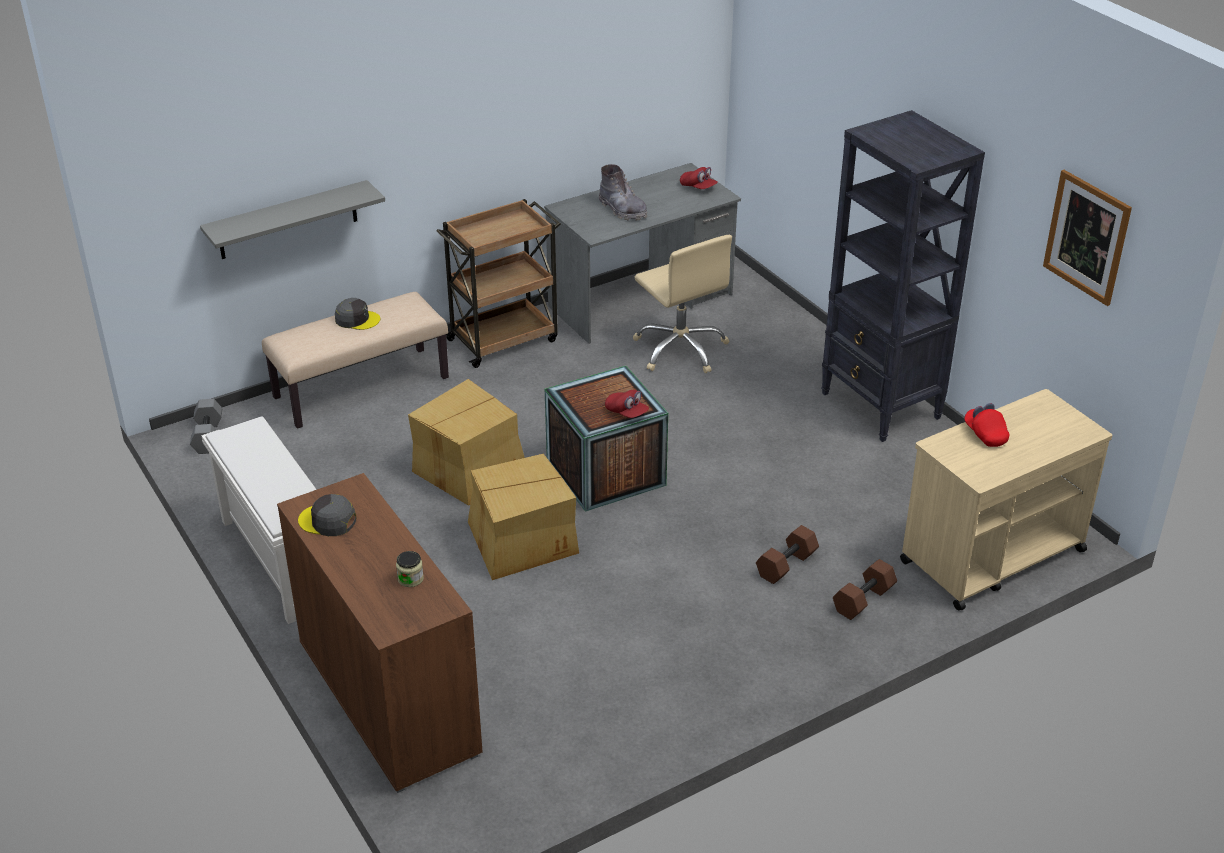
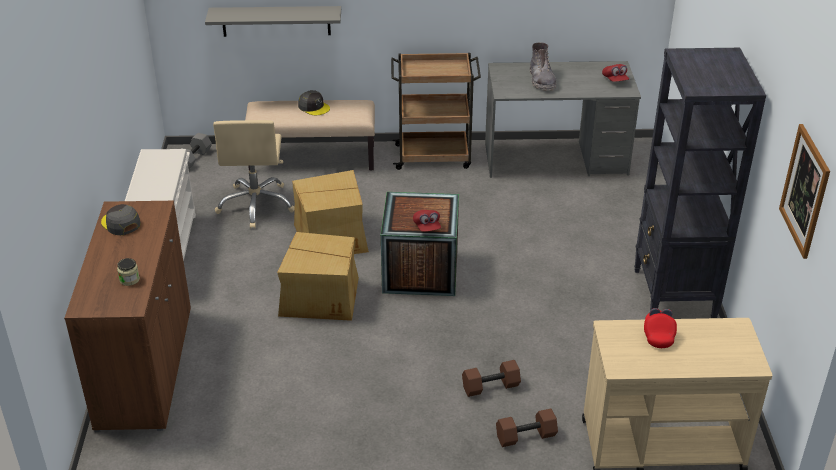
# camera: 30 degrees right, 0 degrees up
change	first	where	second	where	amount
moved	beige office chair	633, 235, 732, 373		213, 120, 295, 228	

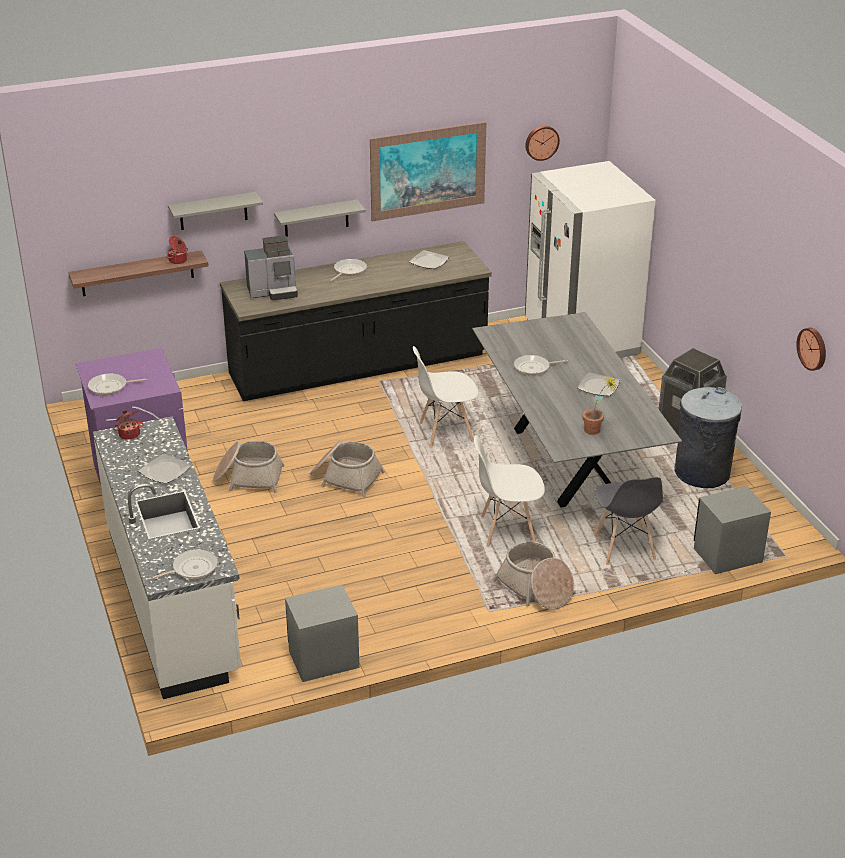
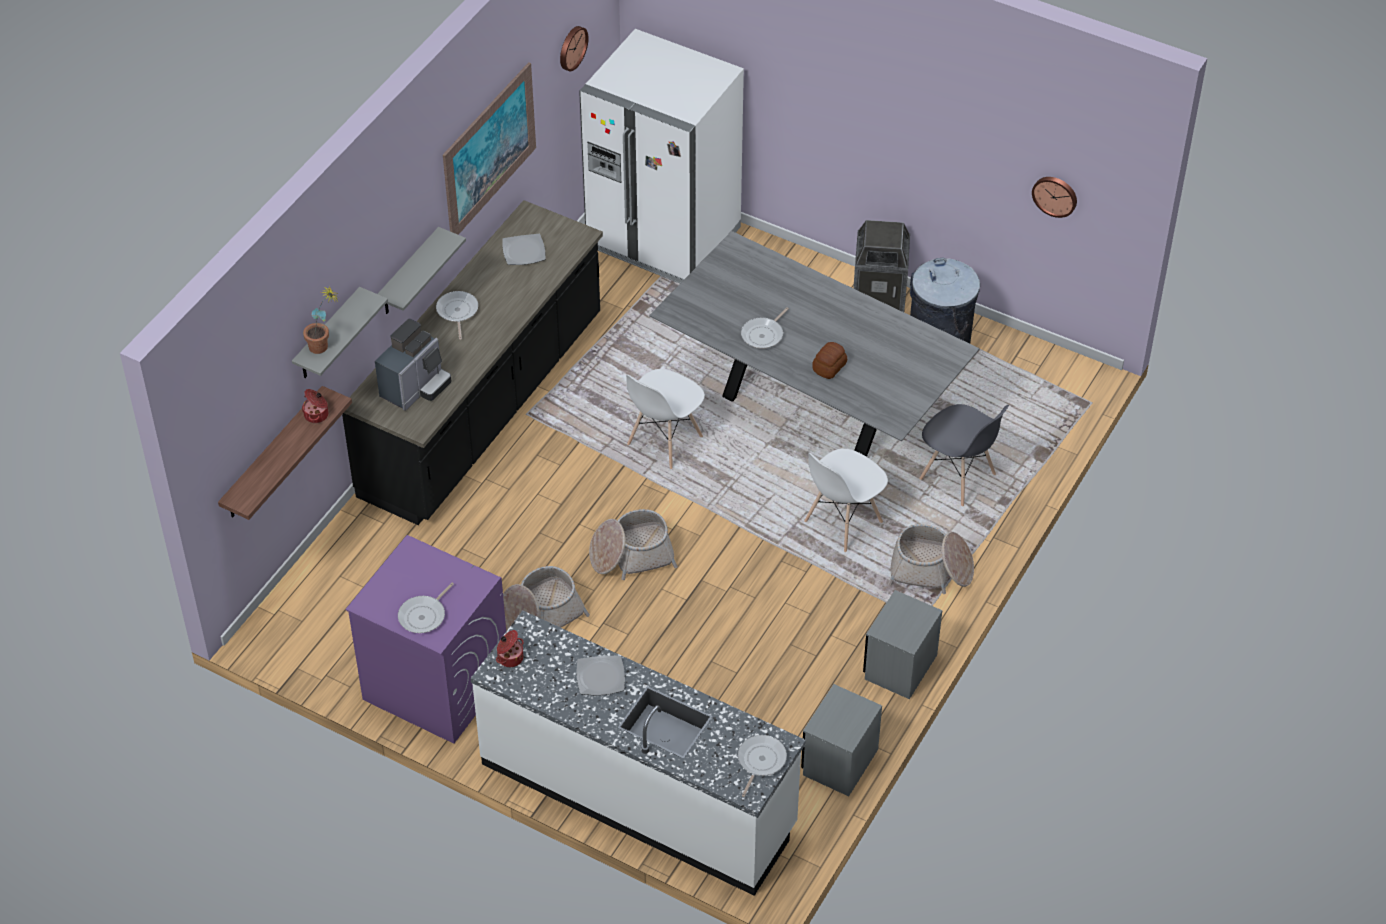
# camera: 40 degrees left, 15 degrees up
change	first	where	second	where	amount
removed	plate	578, 372, 620, 396			
added			bread	812, 342, 847, 379	
moved	potted plant	582, 376, 618, 435		303, 286, 339, 354	
moved	grey nightstand	694, 486, 771, 574		863, 590, 942, 699	

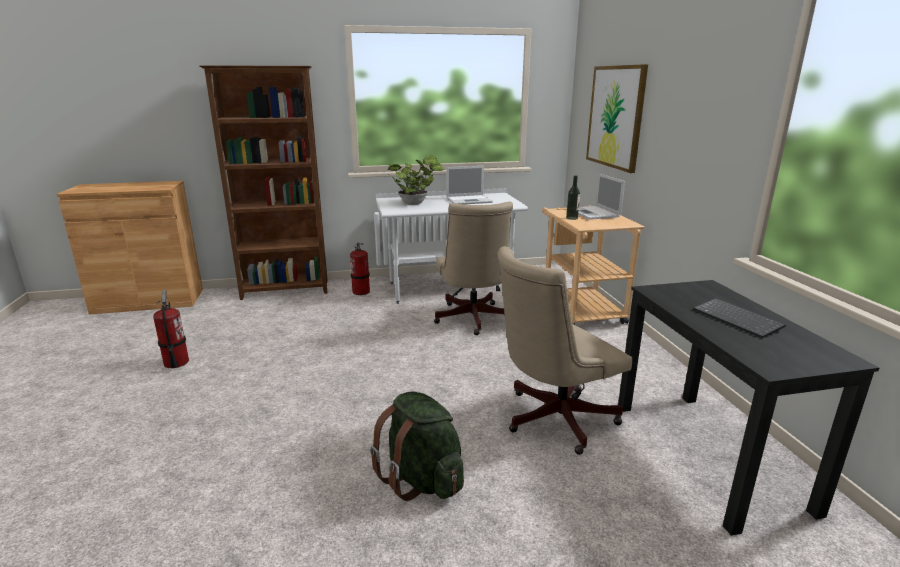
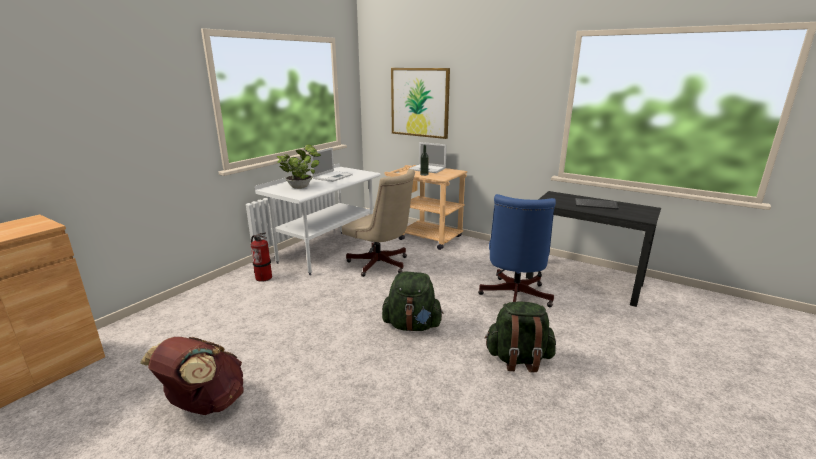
# camera: 45 degrees left, 0 degrees up
change	first	where	second	where	amount
removed	brown bookcase	199, 65, 328, 300			
added			green backpack	382, 272, 444, 331	
replaced	fire extinguisher	153, 289, 189, 368	brown backpack	140, 337, 243, 415	
recoloured	beige office chair	497, 246, 632, 455	blue office chair	478, 194, 556, 307	

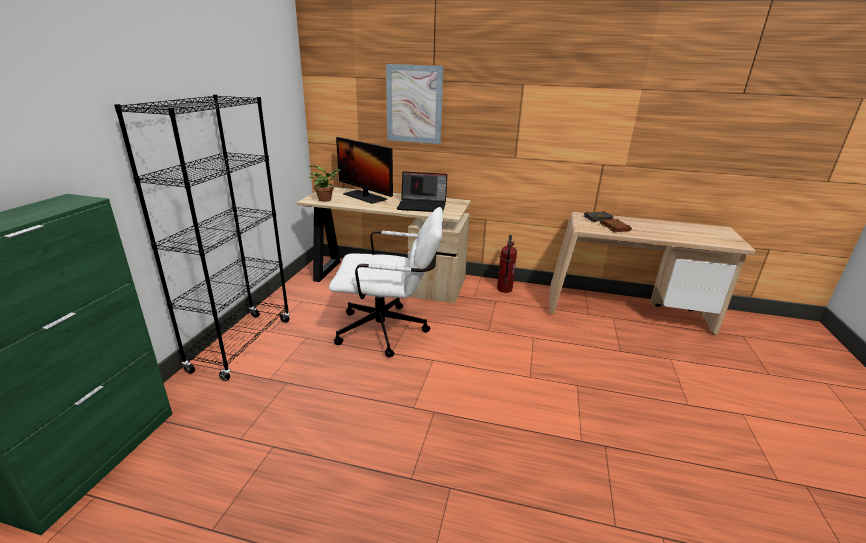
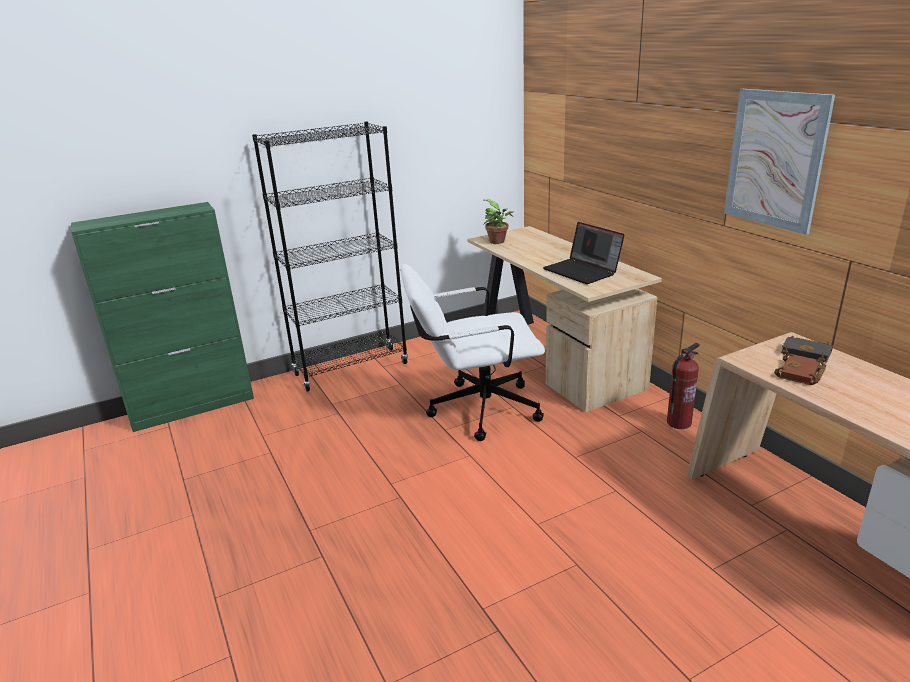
# camera: 50 degrees right, 0 degrees up
change	first	where	second	where	amount
removed	monitor	336, 137, 393, 204			
moved	picture	386, 64, 443, 144		724, 89, 835, 235	
turned	white office chair	329, 207, 443, 357		401, 264, 545, 441	120 degrees clockwise

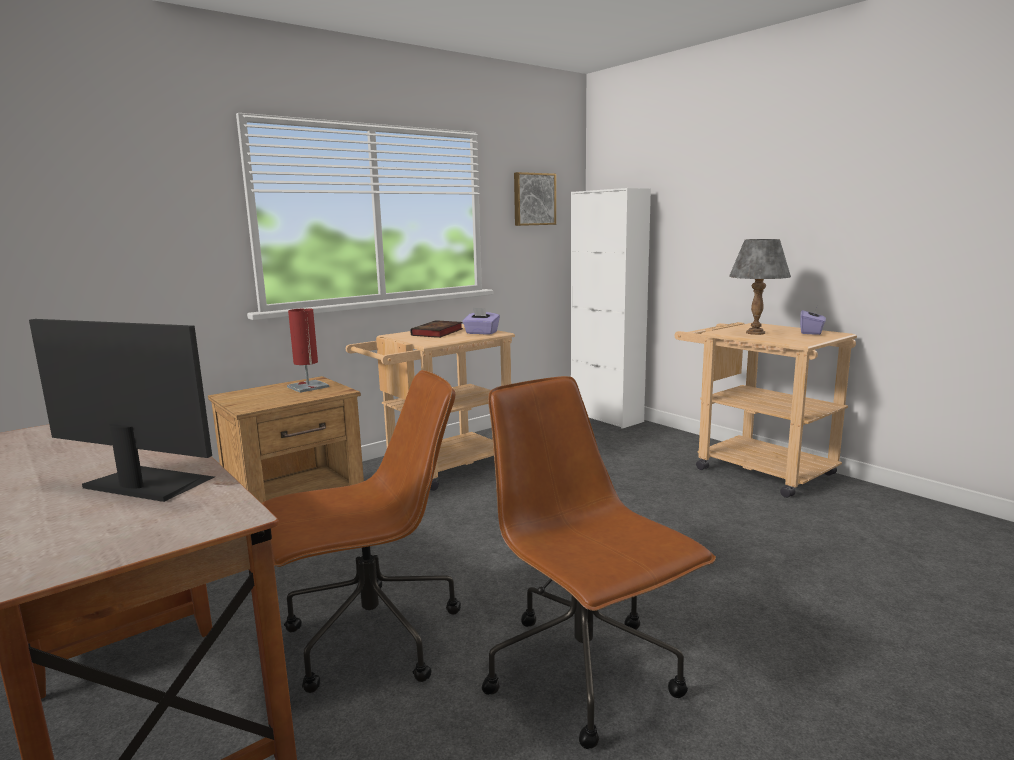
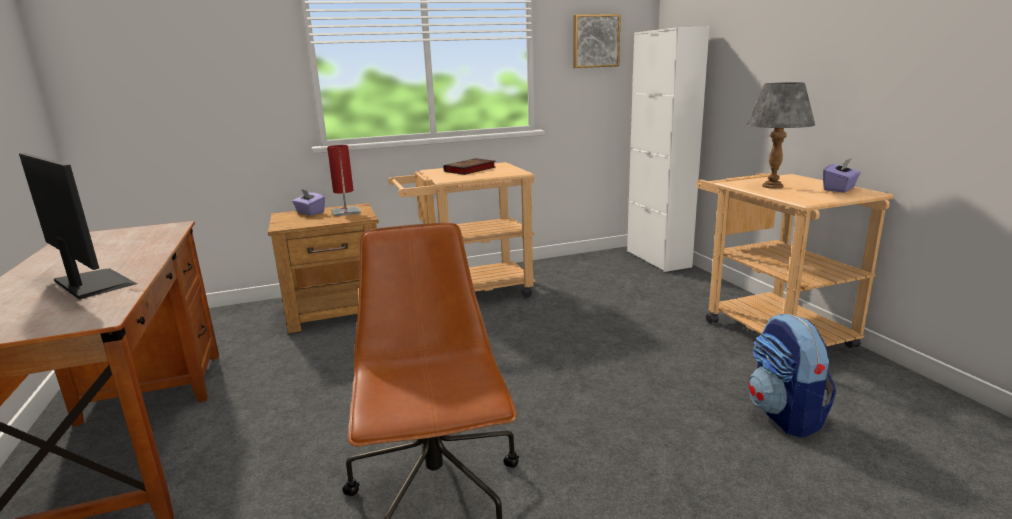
# camera: 20 degrees right, 5 degrees up
change	first	where	second	where	amount
removed	brown office chair	262, 370, 461, 693			
added			backpack	748, 314, 837, 438	
moved	purple tissue box	462, 308, 500, 335		292, 189, 325, 215	

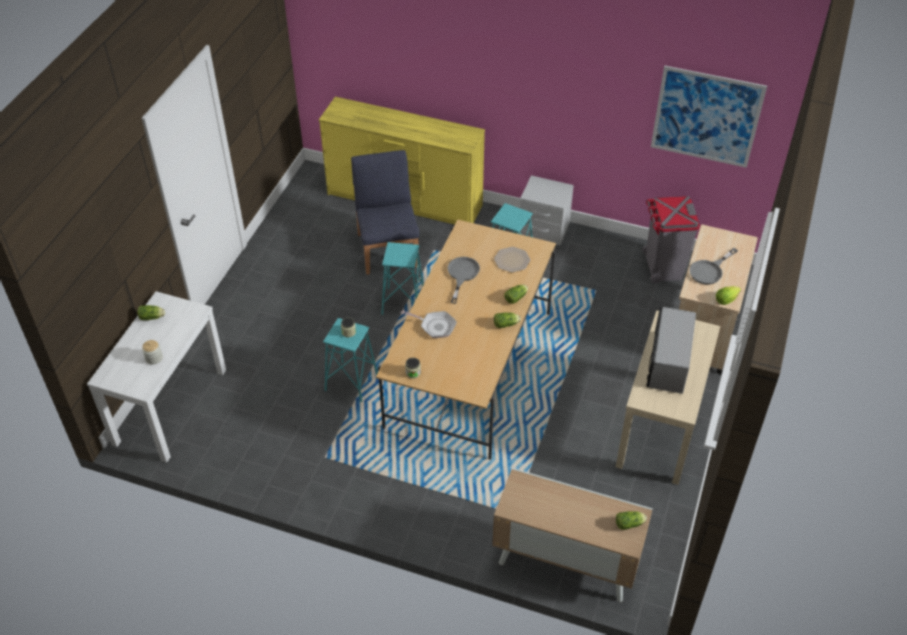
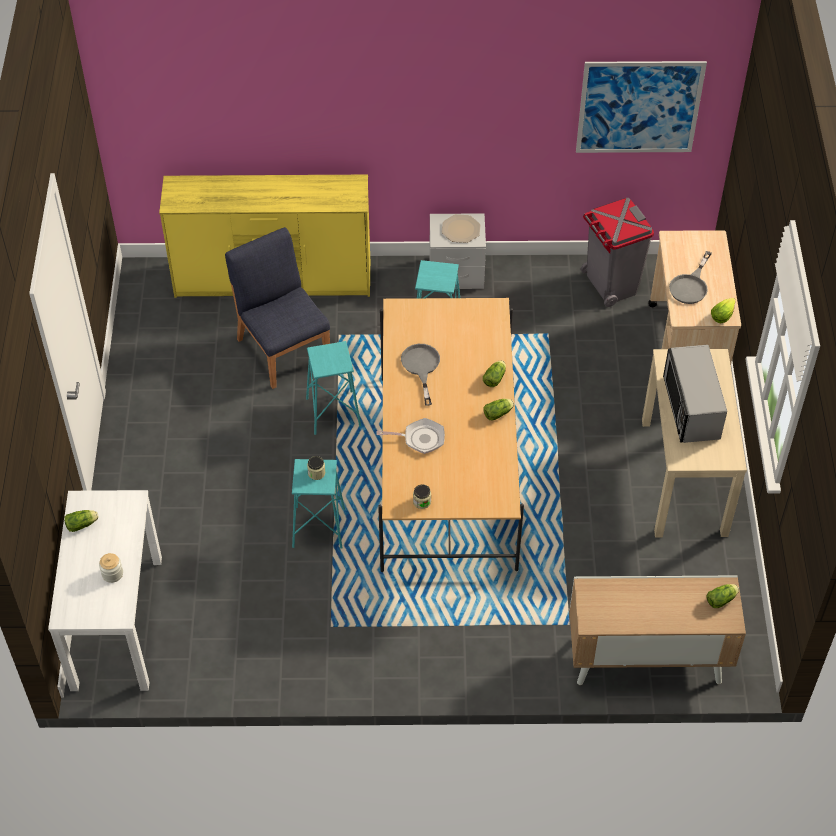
# camera: 20 degrees left, 5 degrees up
change	first	where	second	where	amount
moved	plate	494, 247, 531, 272		442, 214, 481, 243	

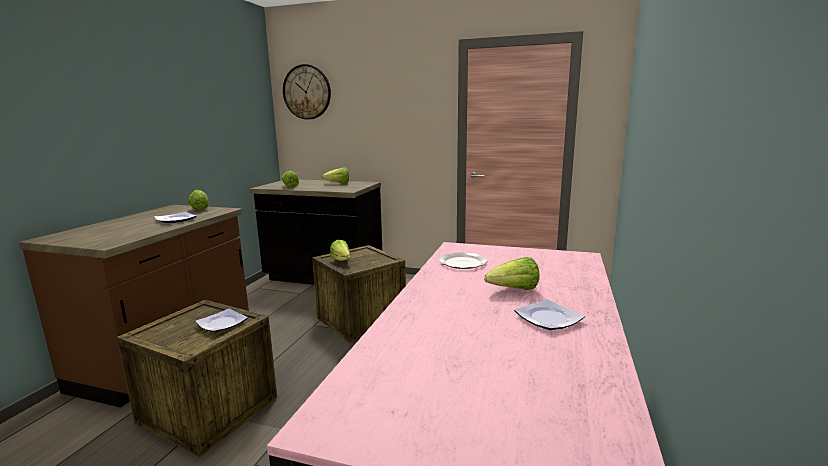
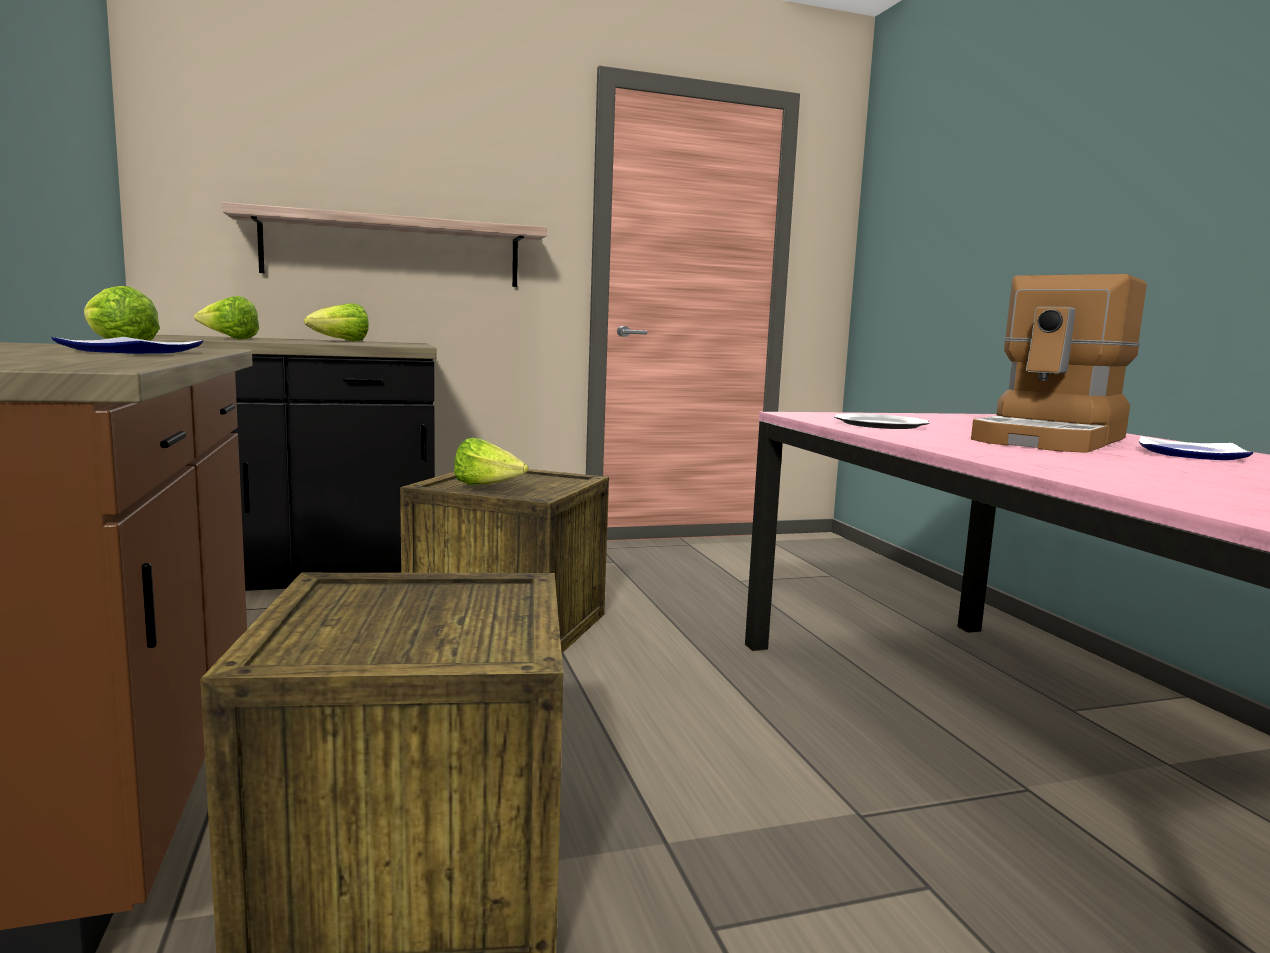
# camera: 35 degrees left, 5 degrees down
change	first	where	second	where	amount
removed	plate	195, 309, 248, 332			
removed	wall clock	283, 64, 331, 120			
added			shelf	222, 202, 547, 287	
replaced	lettuce	484, 257, 540, 290	coffee machine	971, 274, 1147, 453	

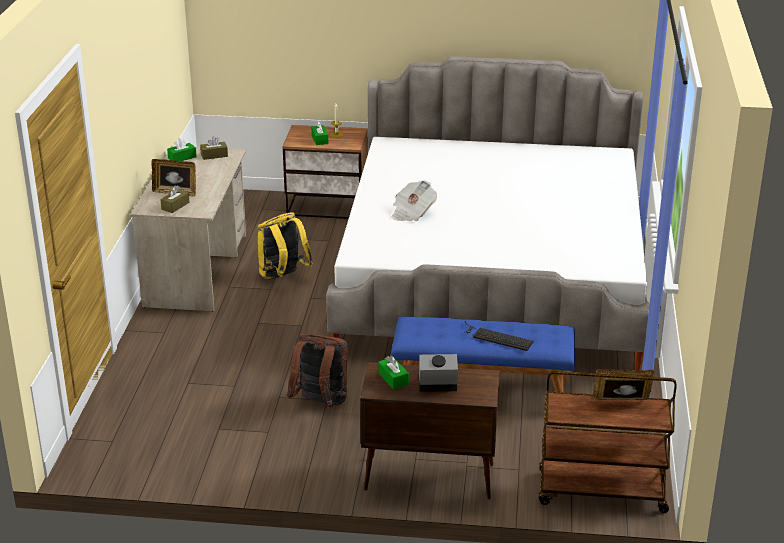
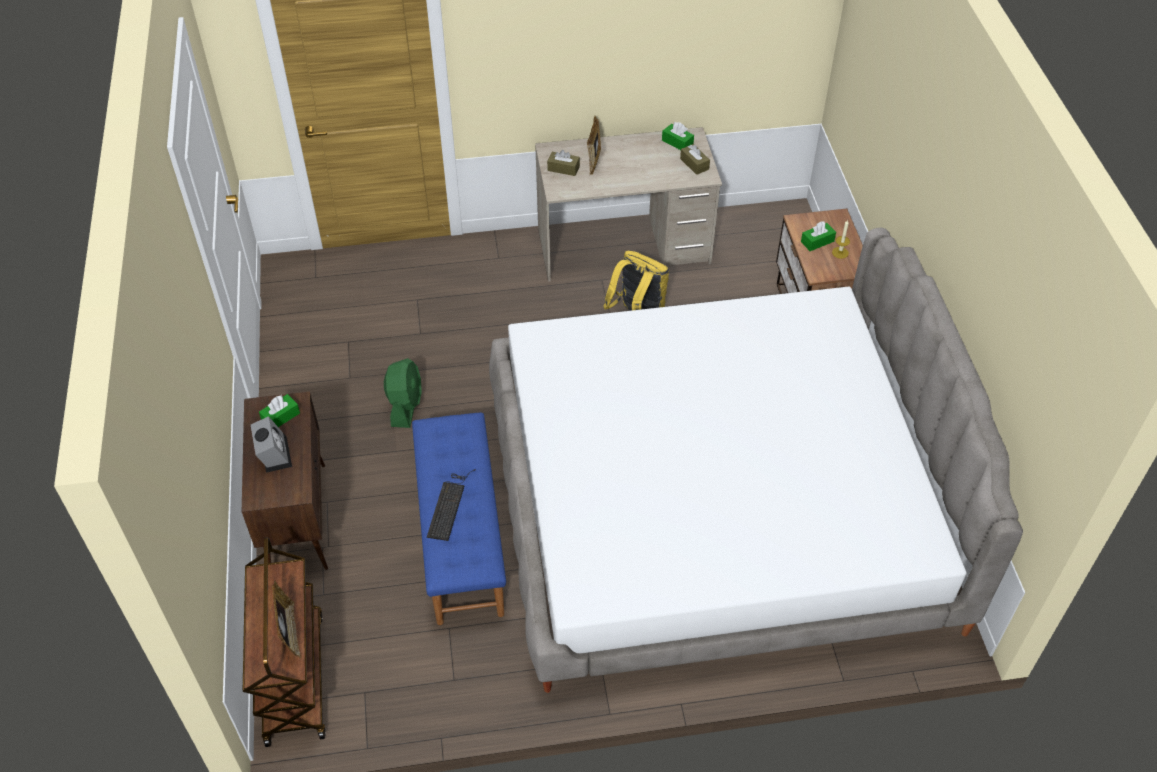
# camera: 75 degrees right, 20 degrees up
change	first	where	second	where	amount
removed	newspaper	392, 181, 437, 221			
replaced	brown backpack	287, 334, 348, 407	green fan	384, 358, 422, 428	

